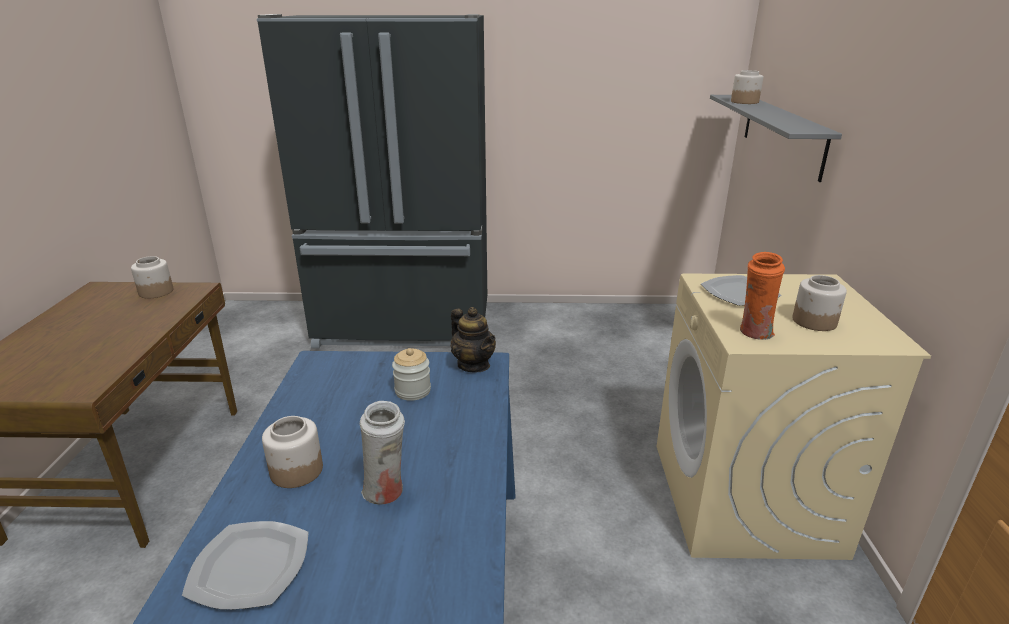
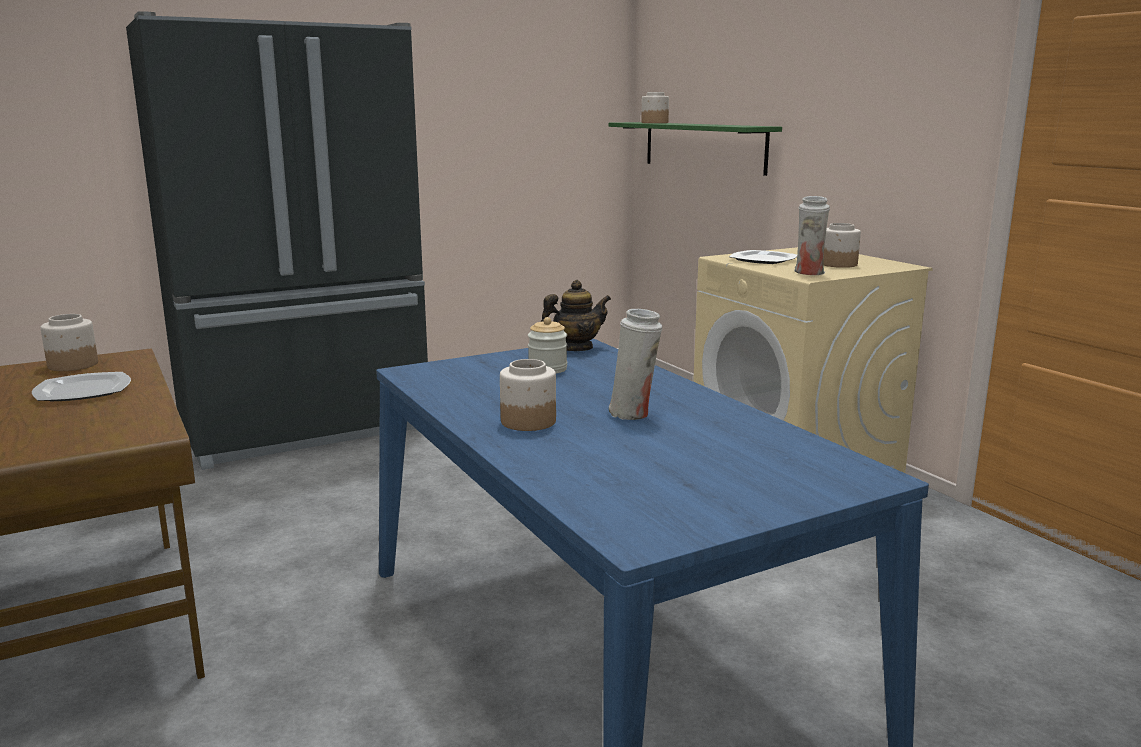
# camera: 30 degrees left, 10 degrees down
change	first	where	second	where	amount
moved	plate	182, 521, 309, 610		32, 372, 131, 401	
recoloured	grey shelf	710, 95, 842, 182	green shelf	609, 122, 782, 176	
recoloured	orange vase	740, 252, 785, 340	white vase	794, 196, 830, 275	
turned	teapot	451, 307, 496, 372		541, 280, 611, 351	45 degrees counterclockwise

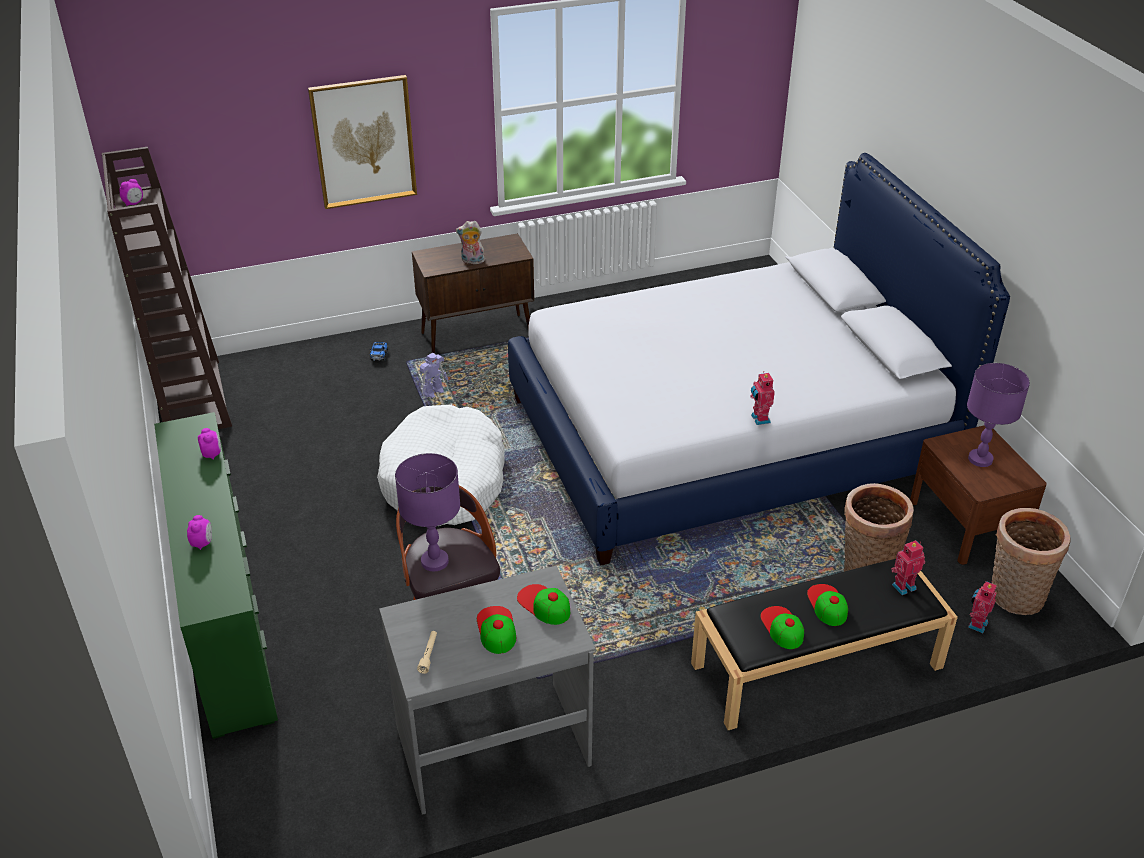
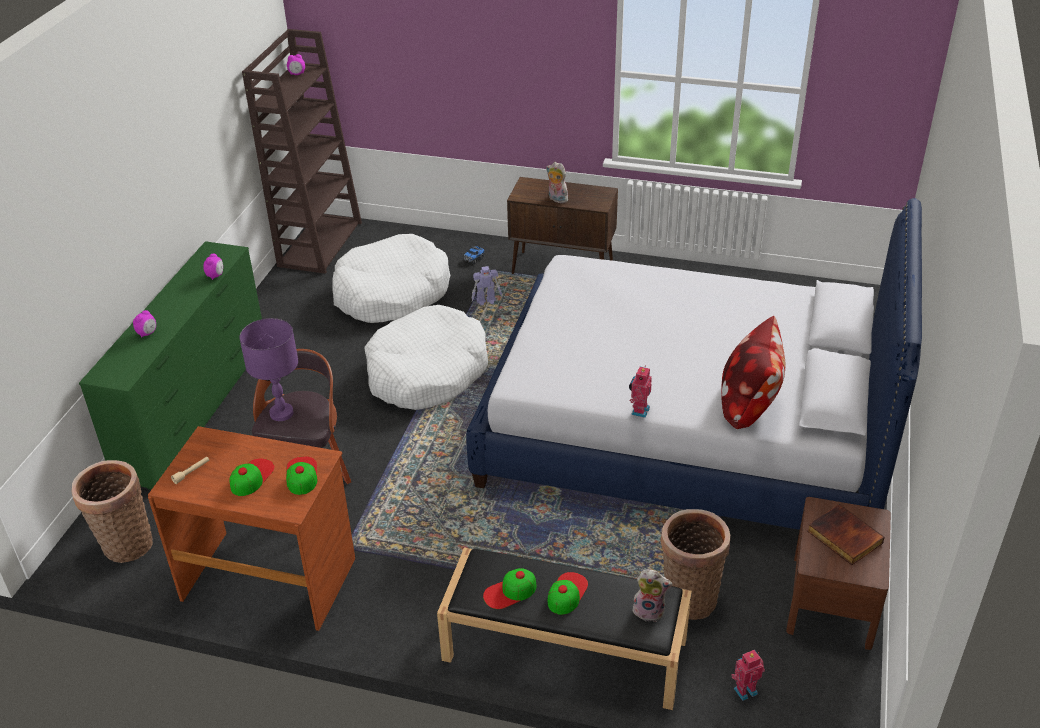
# camera: 35 degrees right, 0 degrees up
change	first	where	second	where	amount
removed	picture	308, 75, 417, 209			
added			white dog bed	333, 234, 450, 323	
added			pillow	721, 316, 785, 429	
moved	basket	992, 508, 1071, 615		71, 460, 153, 563	
replaced	toy robot	891, 540, 925, 595	plush toy	633, 569, 672, 622	
replaced	purple table lamp	967, 363, 1030, 467	book	807, 504, 885, 565	
recoloured	grey desk	379, 566, 596, 815	brown desk	148, 426, 355, 631	
turned	cap	760, 606, 804, 649		483, 568, 537, 609	135 degrees counterclockwise

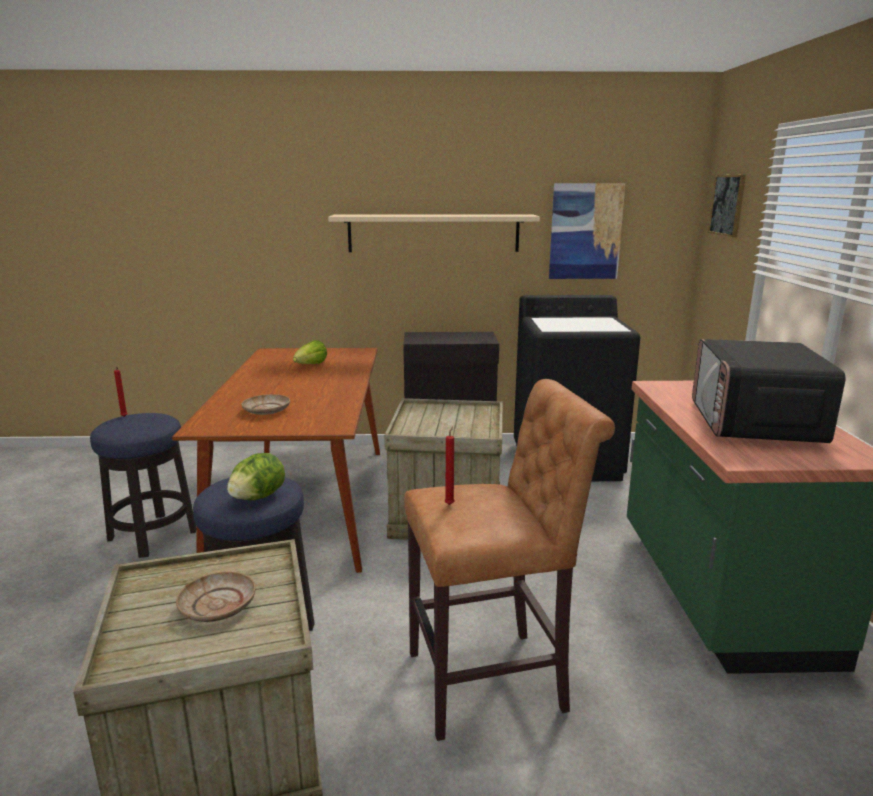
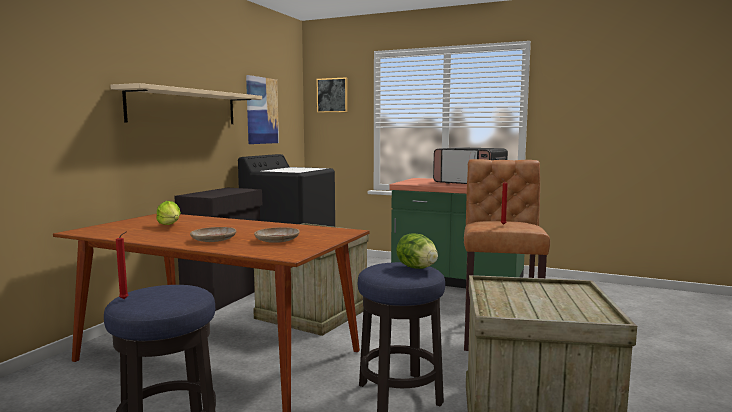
# camera: 65 degrees left, 10 degrees down
change	first	where	second	where	amount
moved	beige plate	176, 572, 255, 622		190, 227, 236, 242	

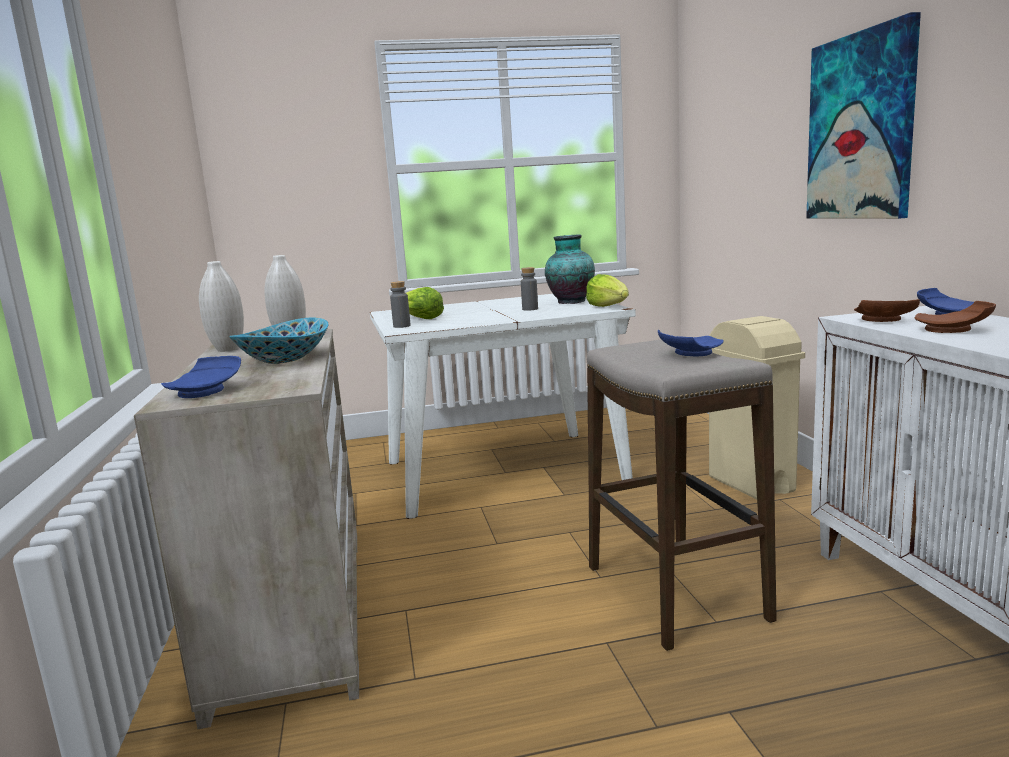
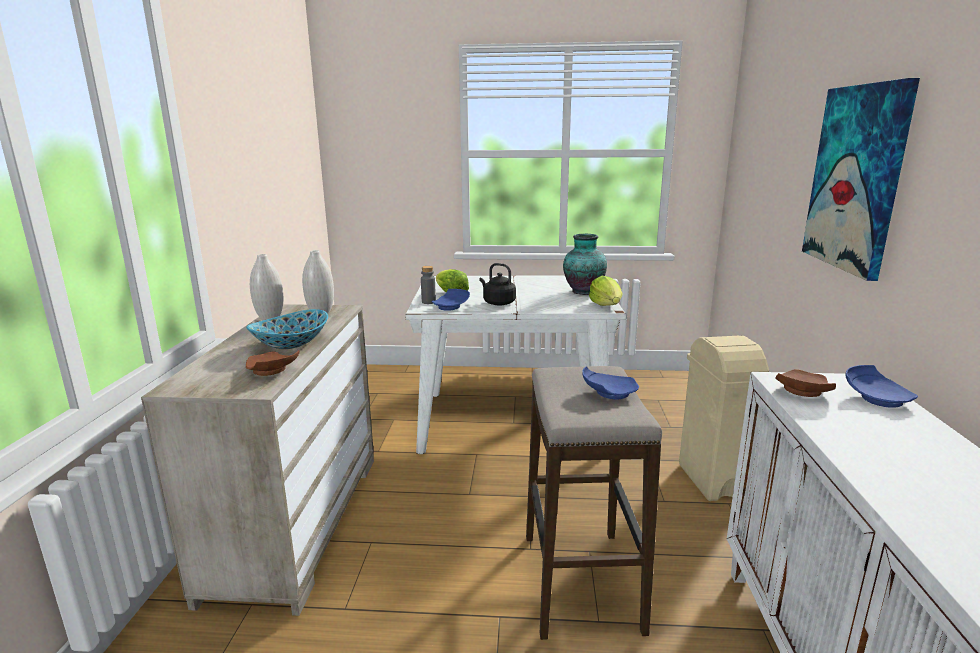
# camera: 15 degrees right, 5 degrees up
change	first	where	second	where	amount
removed	grey bottle	521, 267, 538, 311			
added			black kettle	479, 263, 516, 306	
moved	blue plate	161, 356, 241, 398		432, 289, 470, 311	
moved	brown plate	914, 301, 996, 333		246, 350, 300, 376	

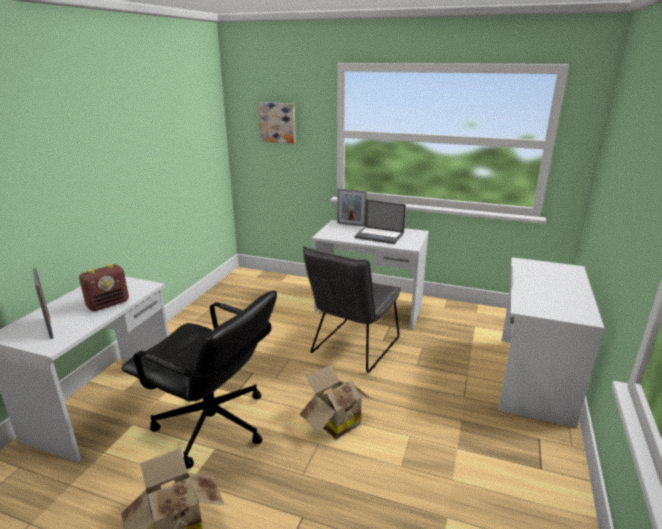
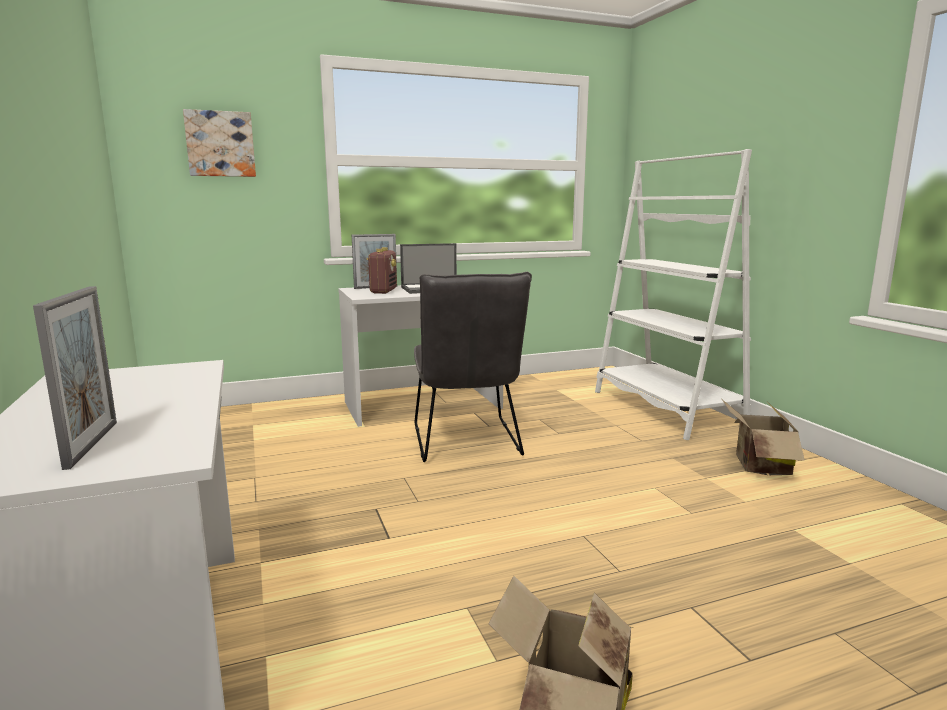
# camera: 40 degrees left, 10 degrees down
change	first	where	second	where	amount
removed	black office chair	122, 290, 277, 469			
moved	radio	79, 264, 129, 311		367, 247, 397, 294	
moved	cardboard box	300, 365, 374, 439		722, 400, 805, 475	
replaced	white desk	498, 257, 604, 428	white bookcase	595, 149, 752, 440	
turned	picture frame	33, 268, 53, 339		33, 286, 117, 470	120 degrees counterclockwise

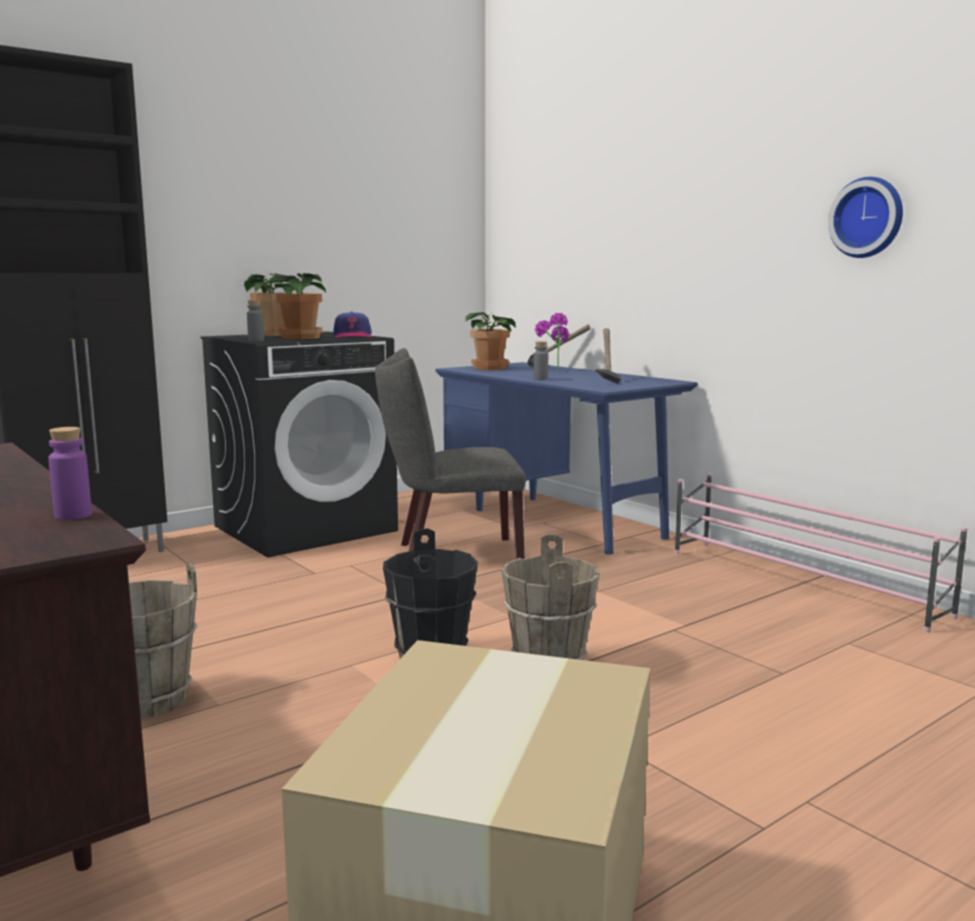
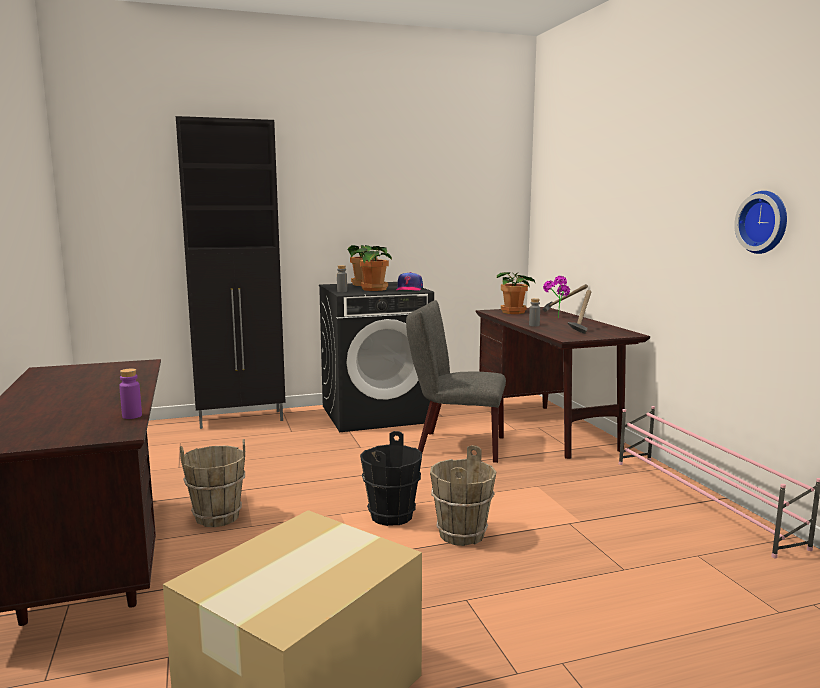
# camera: 20 degrees right, 0 degrees up
change	first	where	second	where	amount
recoloured	blue desk	435, 362, 698, 555	brown desk	476, 307, 650, 459	

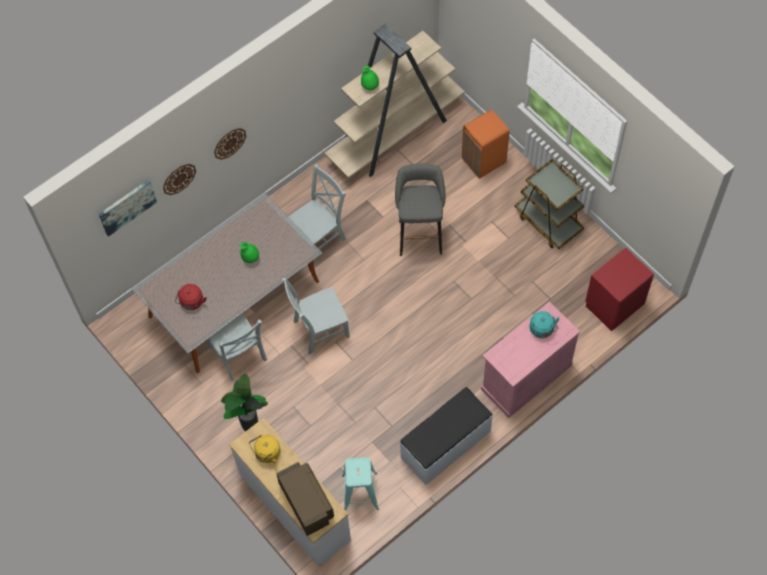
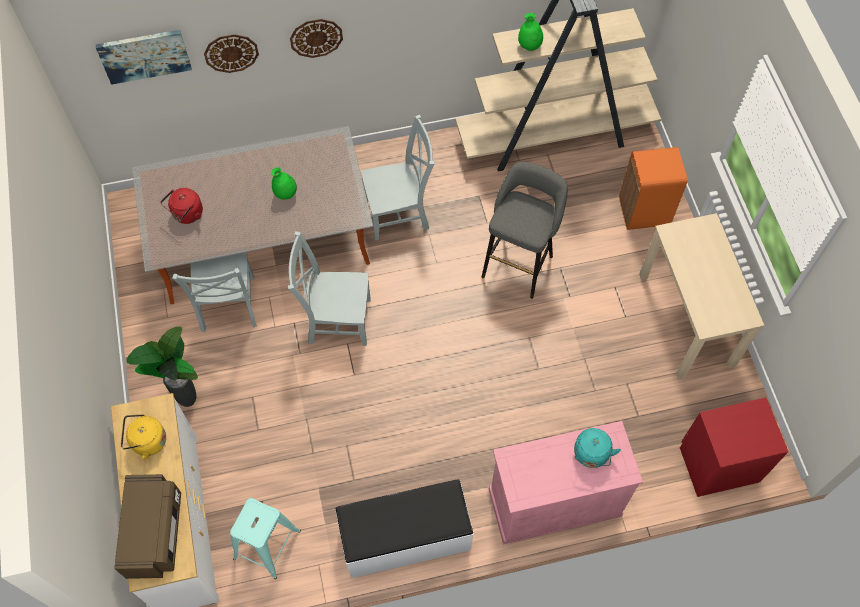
# camera: 25 degrees right, 0 degrees up
change	first	where	second	where	amount
replaced	brown cart	515, 159, 584, 249	beige desk	639, 213, 765, 380	

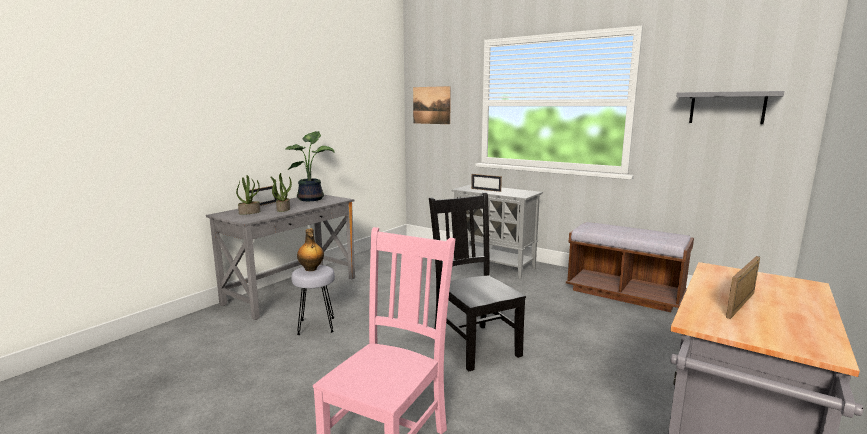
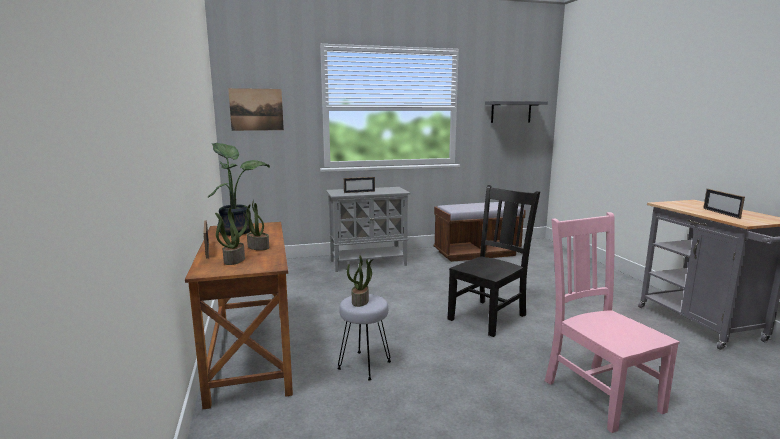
# camera: 50 degrees left, 0 degrees up
change	first	where	second	where	amount
replaced	bottle	297, 229, 324, 271	potted plant	347, 255, 374, 307	
recoloured	grey desk	206, 195, 355, 320	brown desk	185, 222, 293, 409	
turned	black chair	429, 192, 526, 372		447, 185, 540, 337	120 degrees clockwise

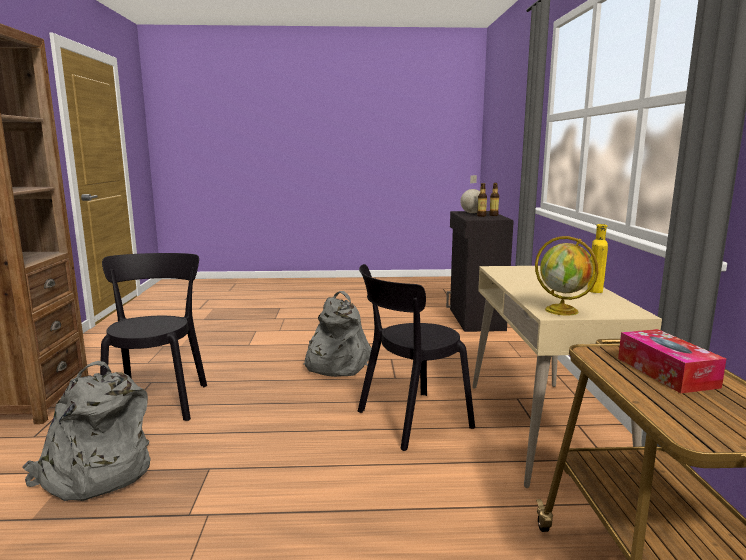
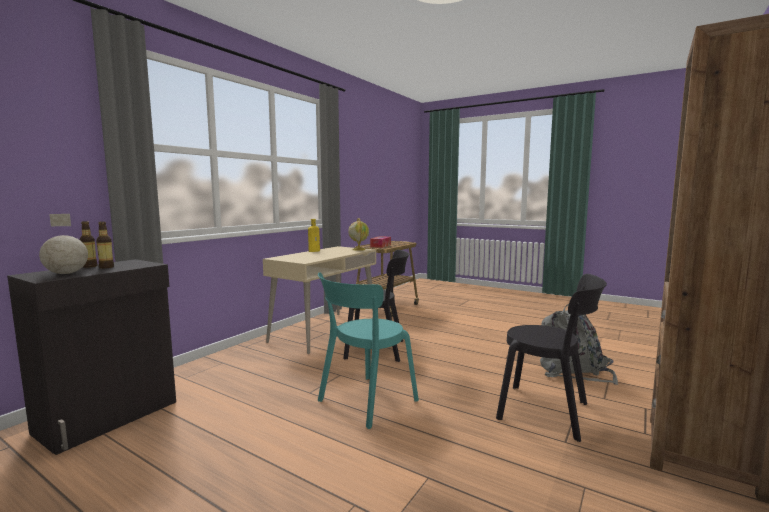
# camera: 145 degrees left, 5 degrees down
change	first	where	second	where	amount
replaced	grey backpack	303, 291, 377, 377	turquoise chair	318, 272, 419, 429	
turned	black chair	100, 253, 207, 421		496, 274, 607, 442	90 degrees counterclockwise

